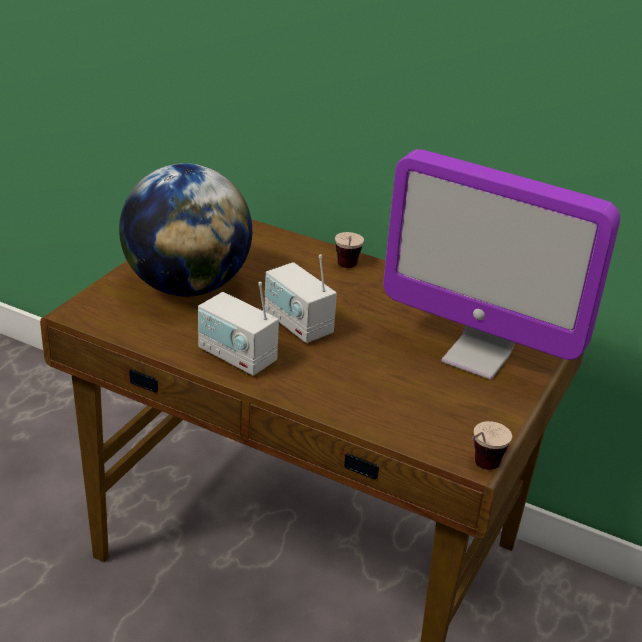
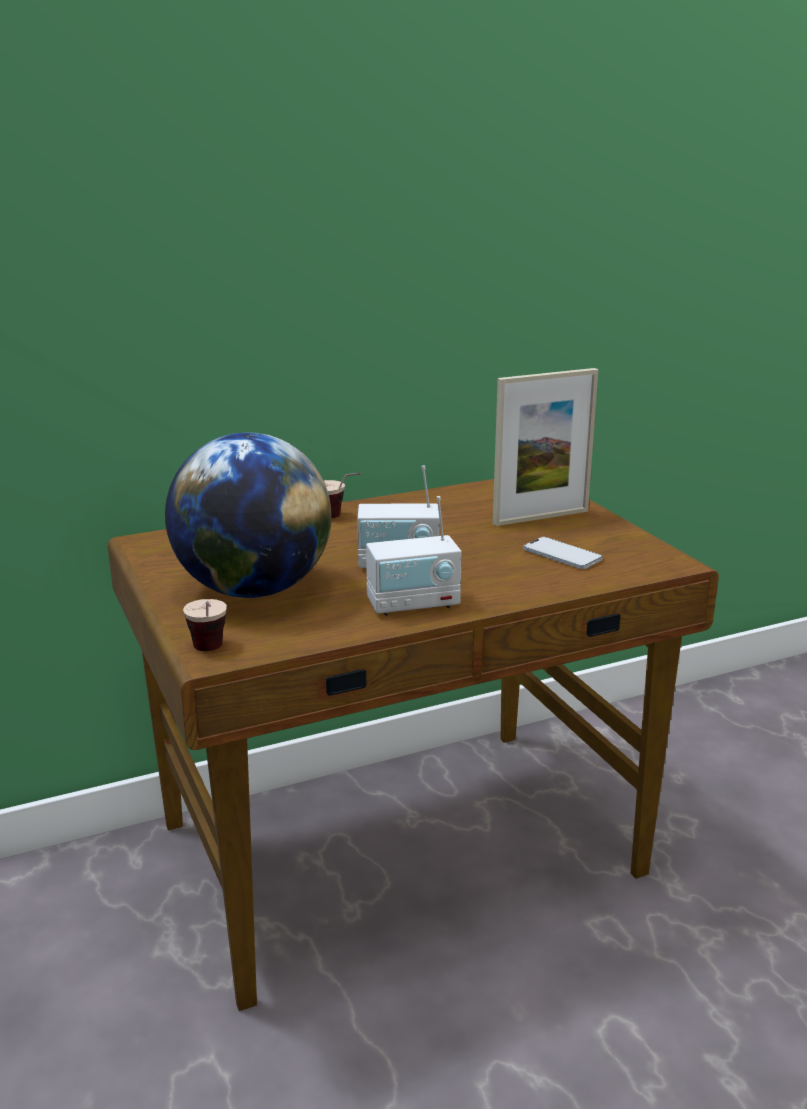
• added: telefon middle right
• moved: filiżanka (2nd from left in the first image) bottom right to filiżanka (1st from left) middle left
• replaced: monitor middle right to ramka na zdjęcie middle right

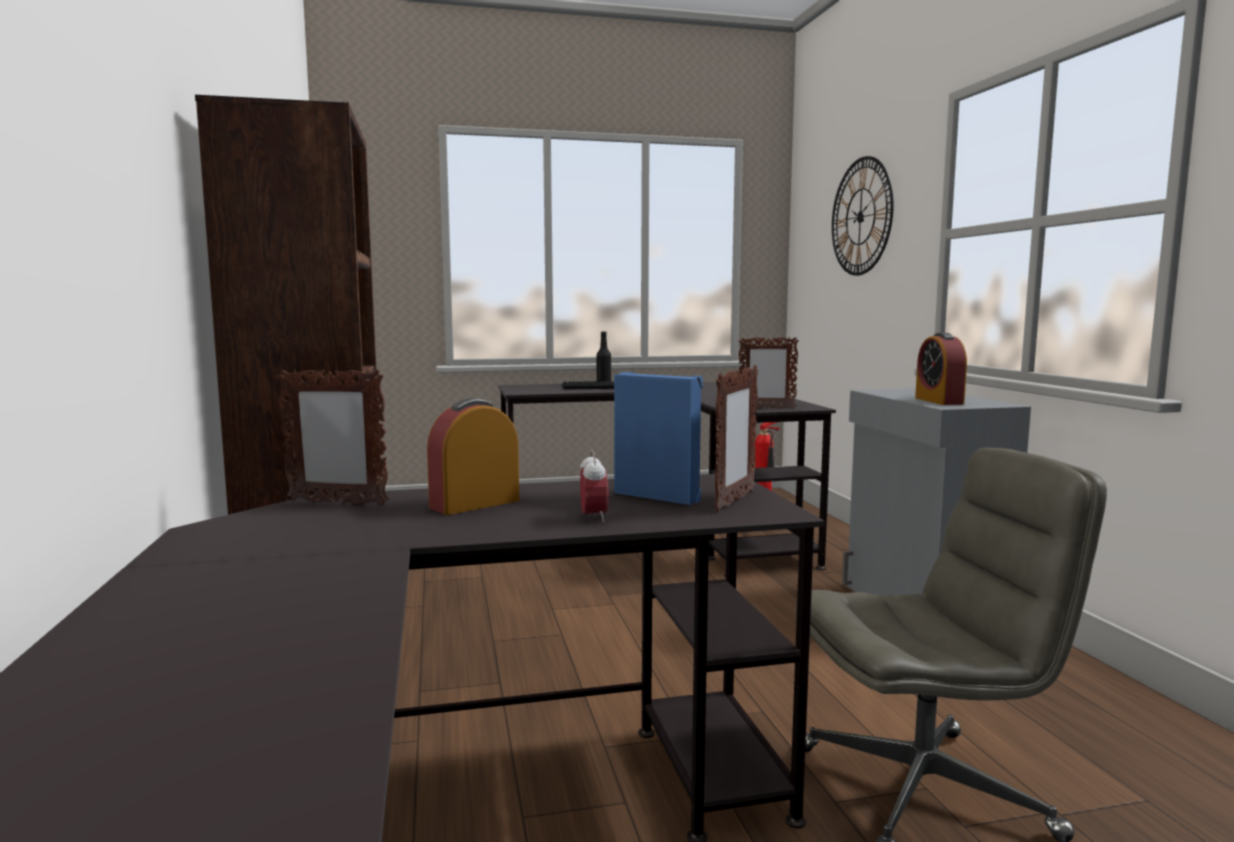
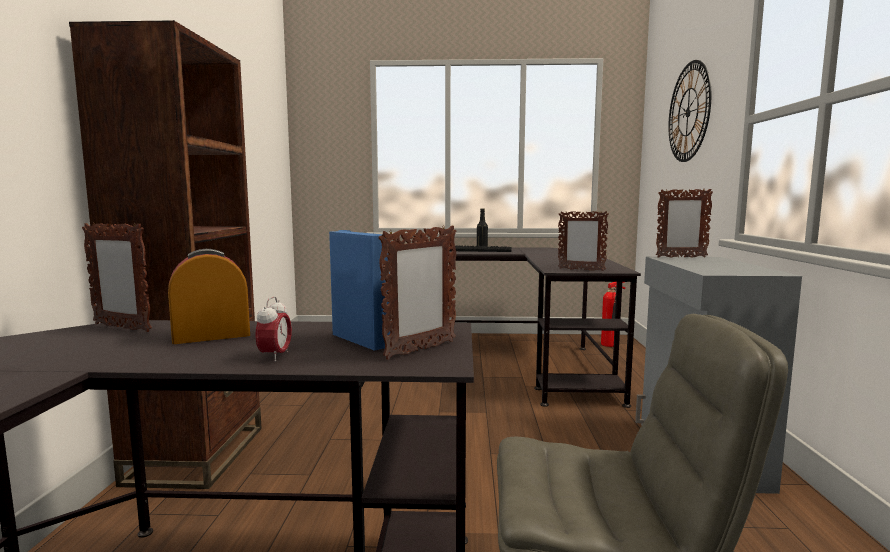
• removed: budzik (3rd from left) middle right
• added: ramka na zdjęcie (4th from left) middle right

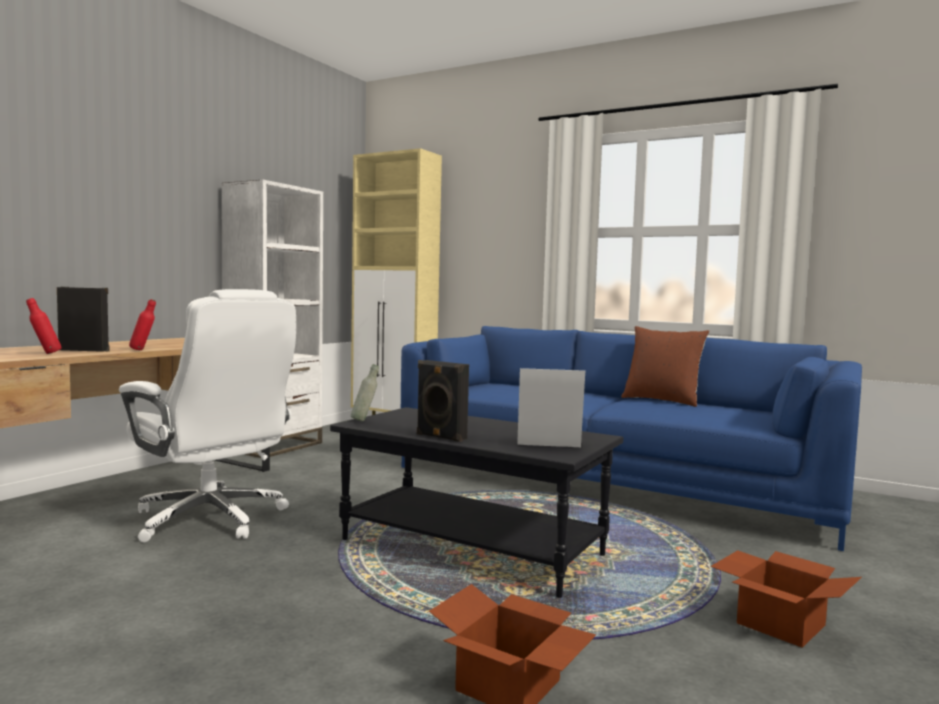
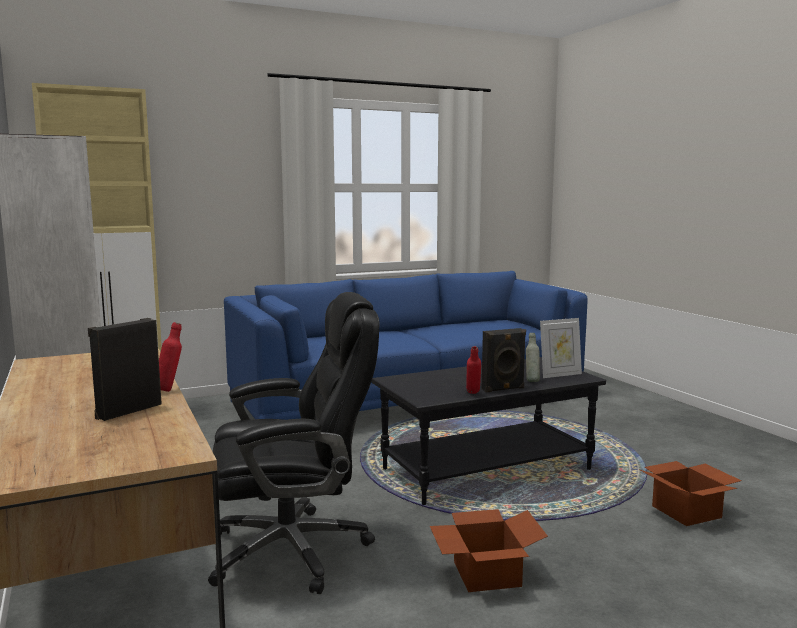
• removed: poduszka (brązowy) middle right
• moved: butelka (czerwony) (1st from left in the first image) middle left to butelka (czerwony) (2nd from left) centre
• moved: butelka (szary) centre to middle right
• moved: karton (2nd from left in the first image) bottom right to karton (1st from left) bottom centre
• recoloured: krzesło biurowe (biały) middle left to krzesło biurowe (czarny) bottom centre
• turned: ramka na zdjęcie centre = middle right 150 degrees counterclockwise

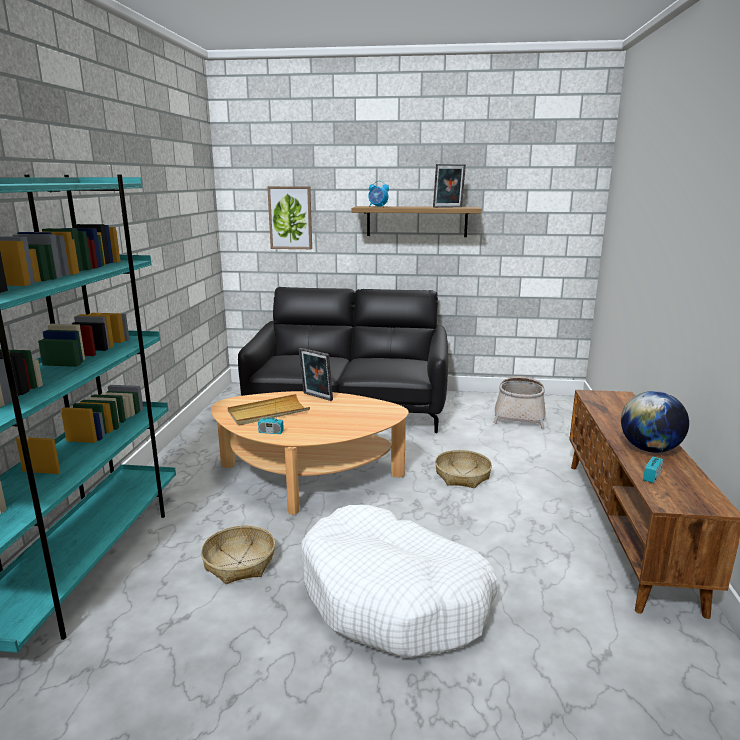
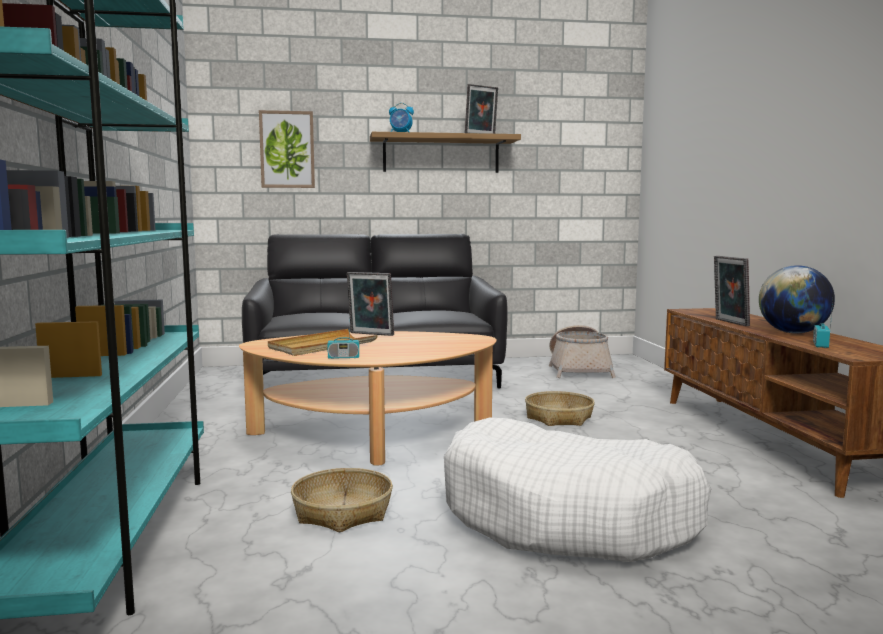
• added: ramka na zdjęcie (3rd from left) middle right

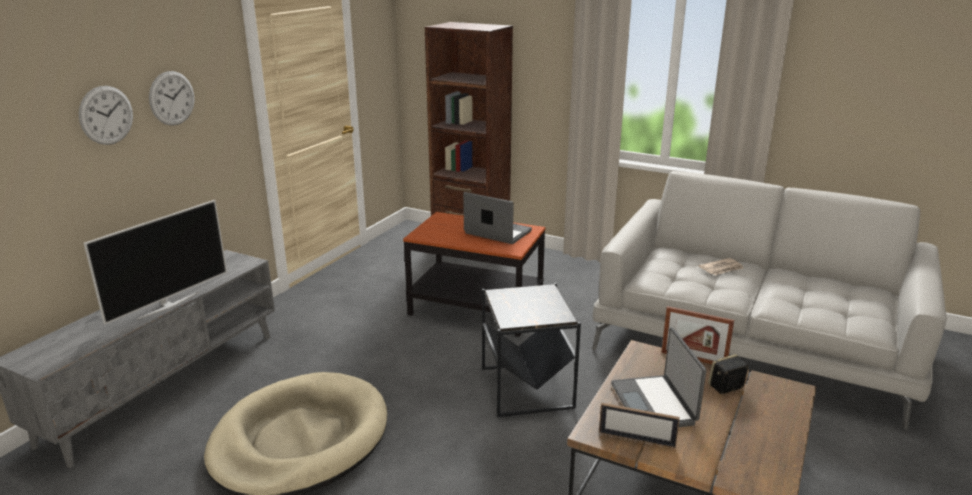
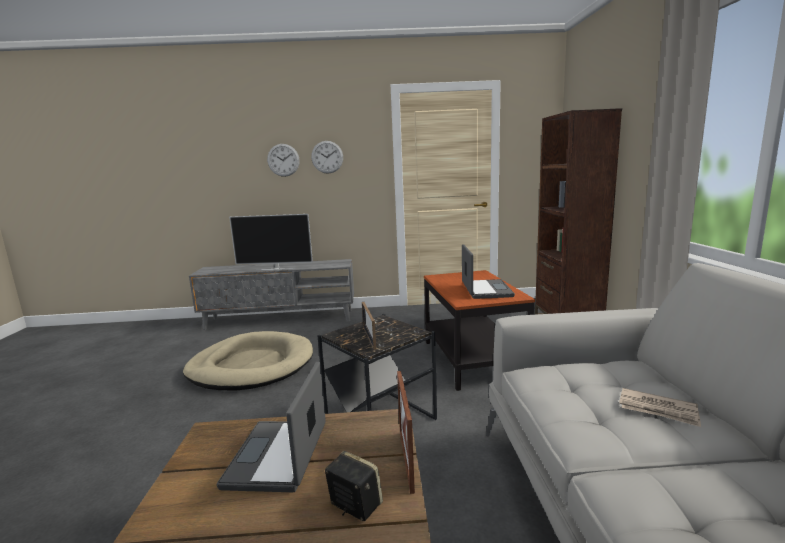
• moved: ramka na zdjęcie (1st from left) bottom centre to centre
• turned: laptop (2nd from left in the first image) bottom right = bottom centre 45 degrees counterclockwise

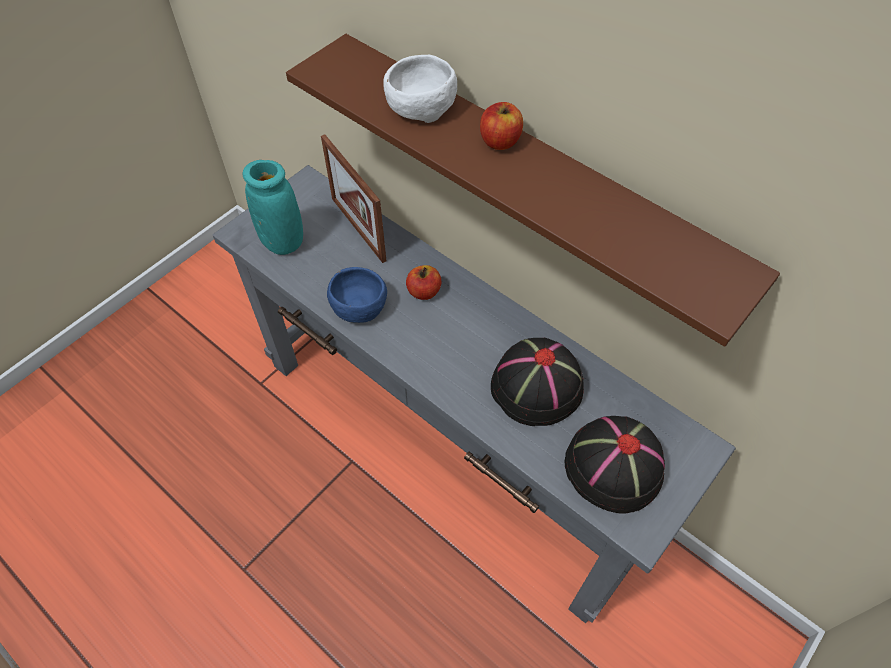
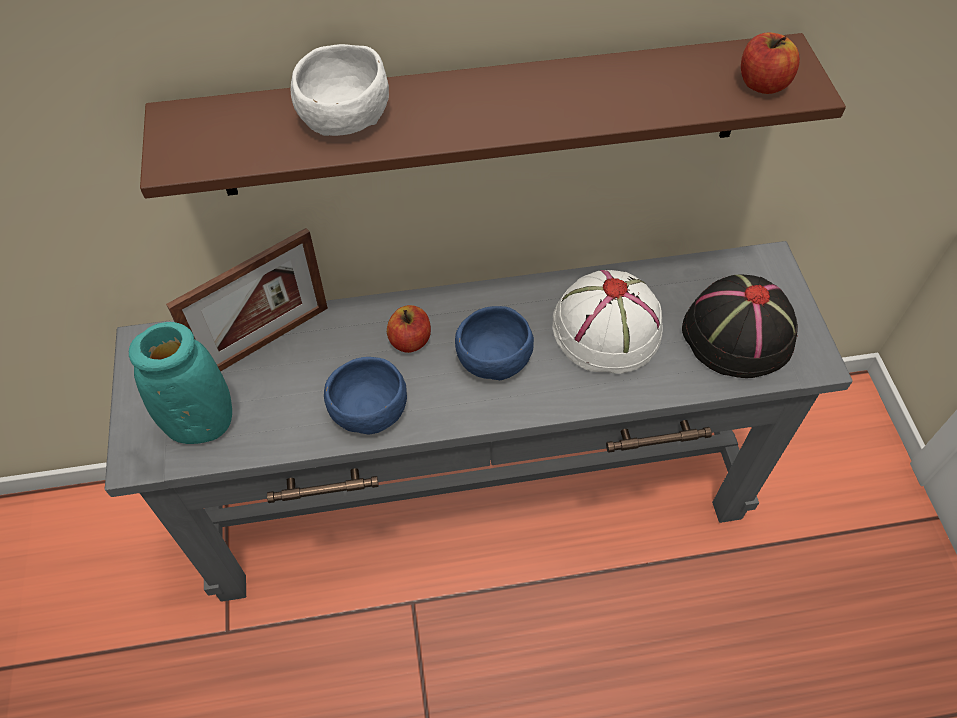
• added: miska (niebieski) (2nd from left) centre
• moved: jabłko (2nd from left) top centre to top right
• recoloured: kapelusz (czarny) (1st from left) centre to kapelusz (biały) centre
• turned: ramka na zdjęcie top centre = middle left 45 degrees counterclockwise

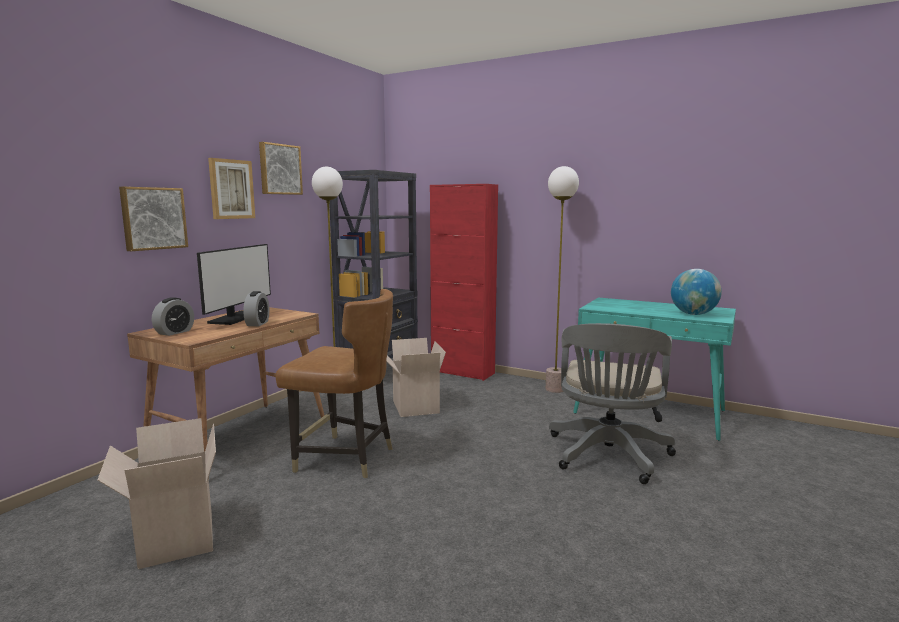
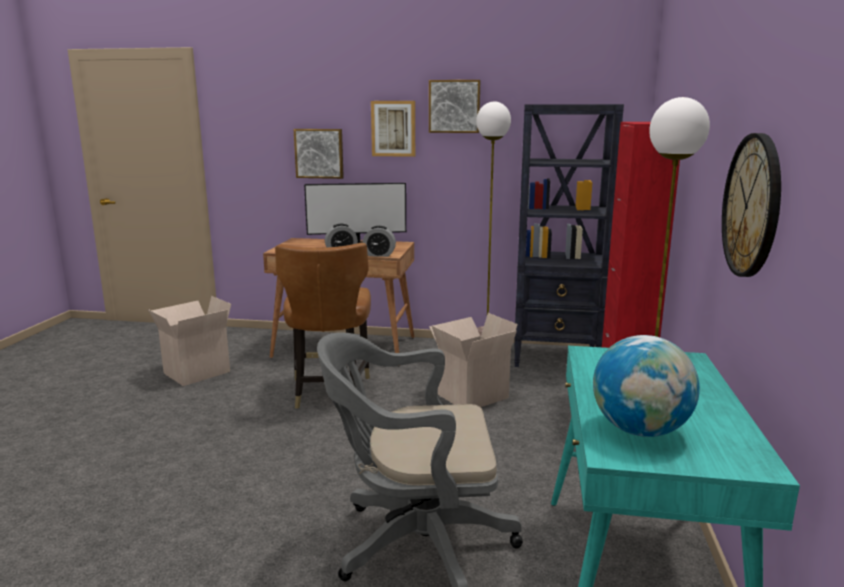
• added: zegar ścienny middle right
• moved: budzik (1st from left in the first image) middle left to budzik (2nd from left) centre

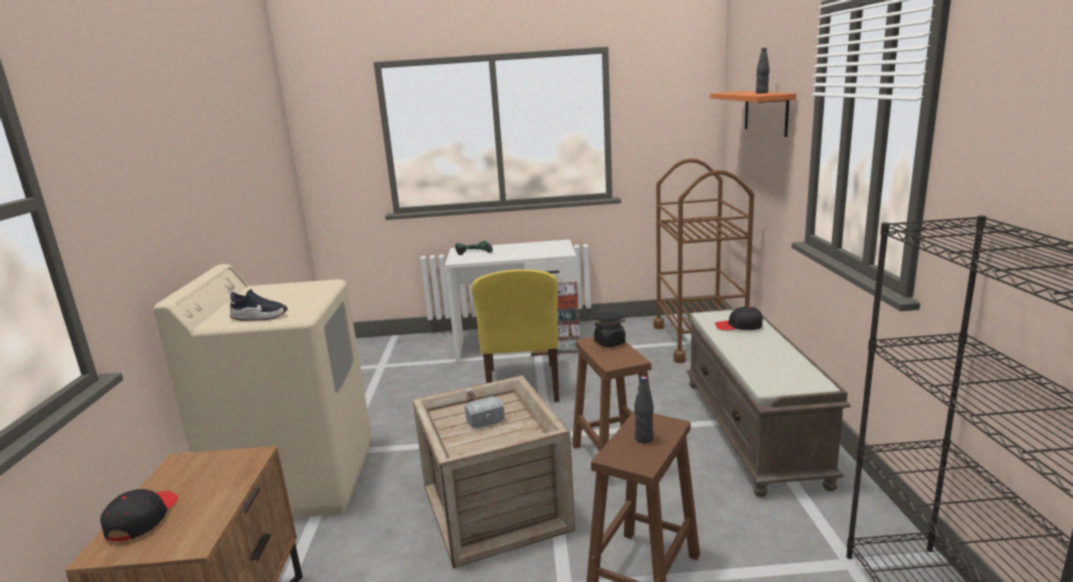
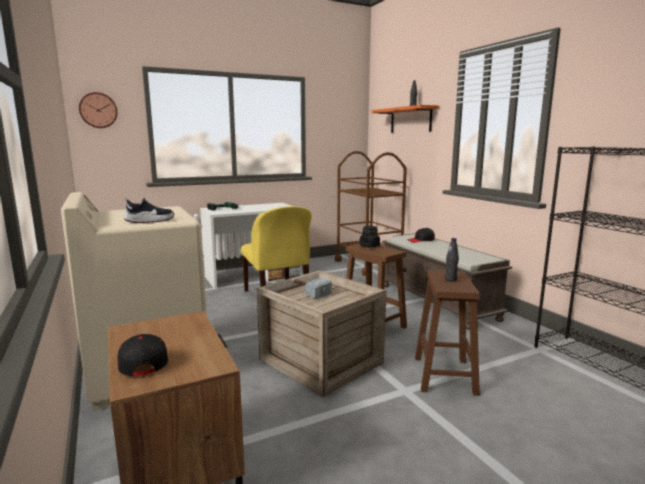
• added: zegar ścienny top left

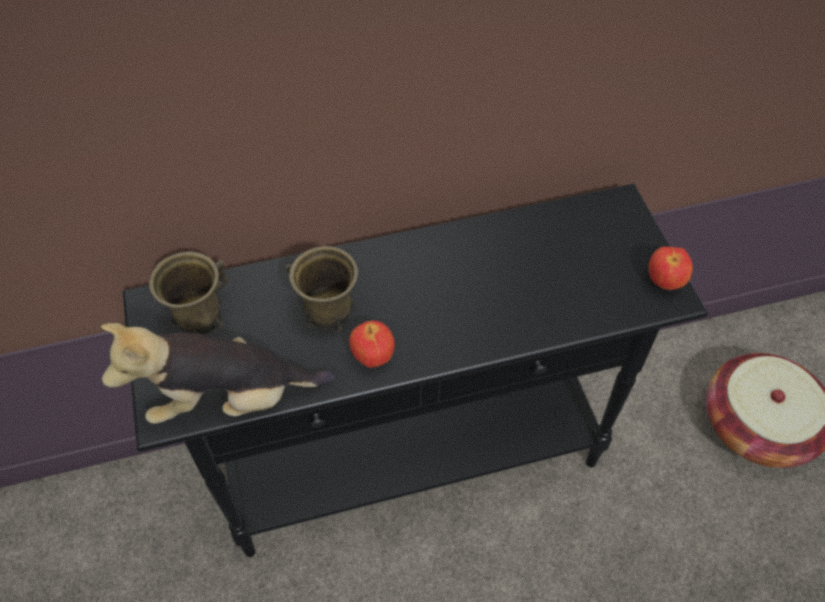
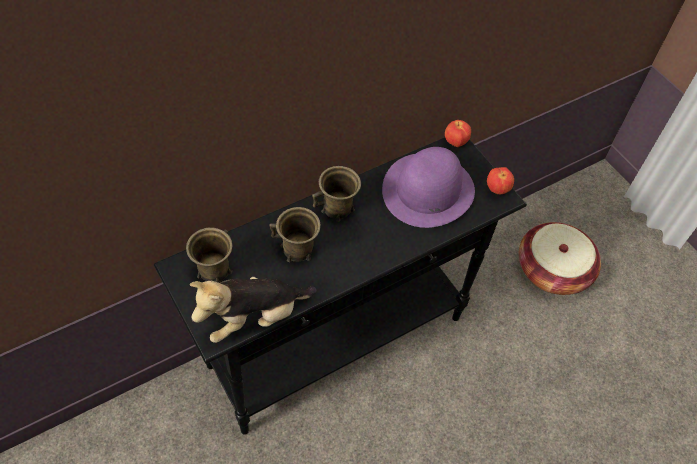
• added: kubek (brązowy) (3rd from left) centre
• added: kapelusz (fioletowy) centre
• moved: jabłko (1st from left) centre to top centre

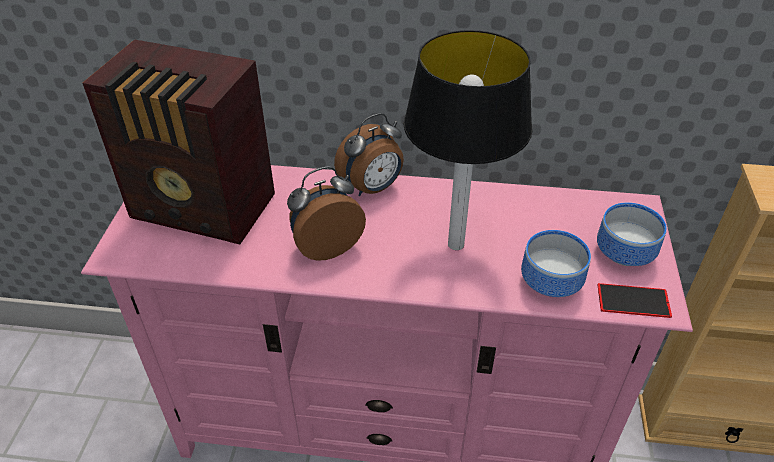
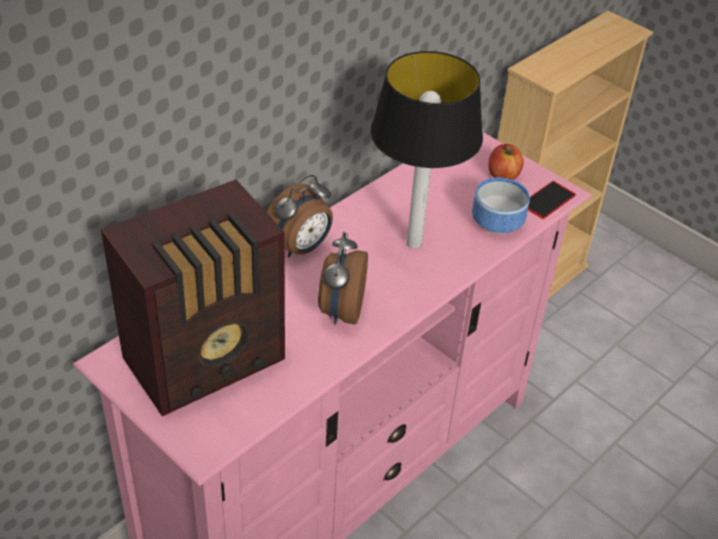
• replaced: miska (2nd from left) middle right to jabłko top right
• turned: budzik (2nd from left in the first image) centre = centre 45 degrees clockwise

